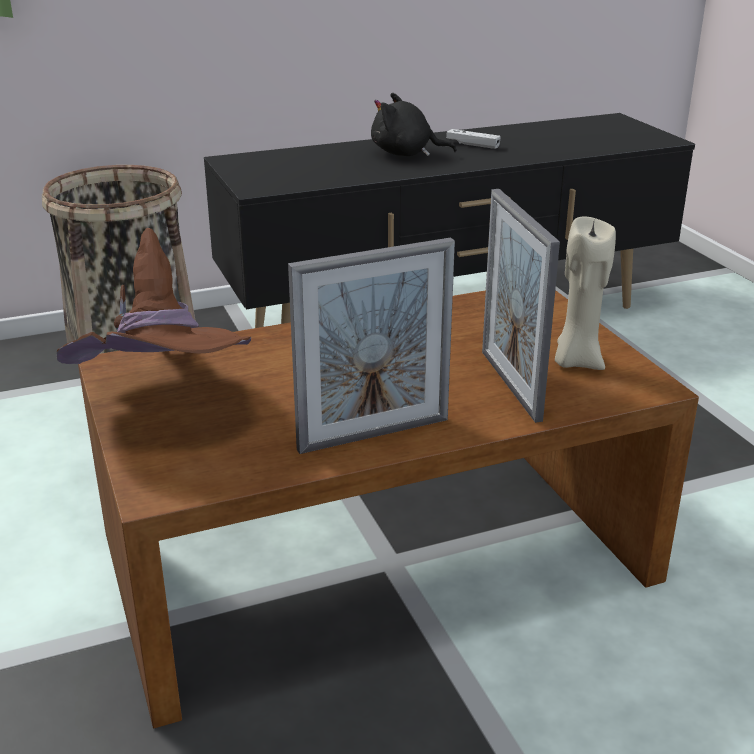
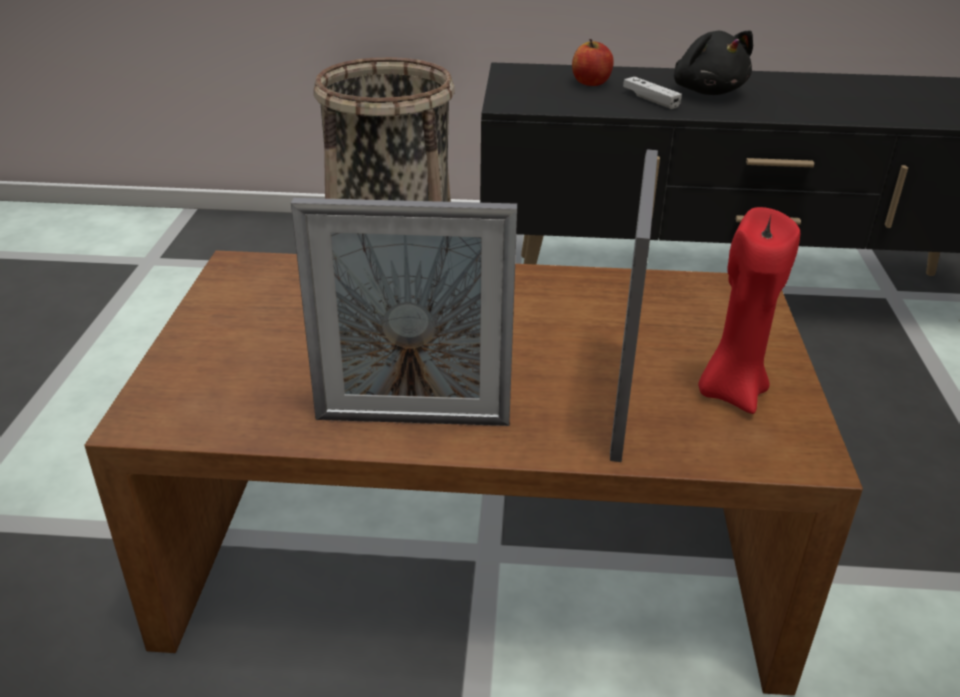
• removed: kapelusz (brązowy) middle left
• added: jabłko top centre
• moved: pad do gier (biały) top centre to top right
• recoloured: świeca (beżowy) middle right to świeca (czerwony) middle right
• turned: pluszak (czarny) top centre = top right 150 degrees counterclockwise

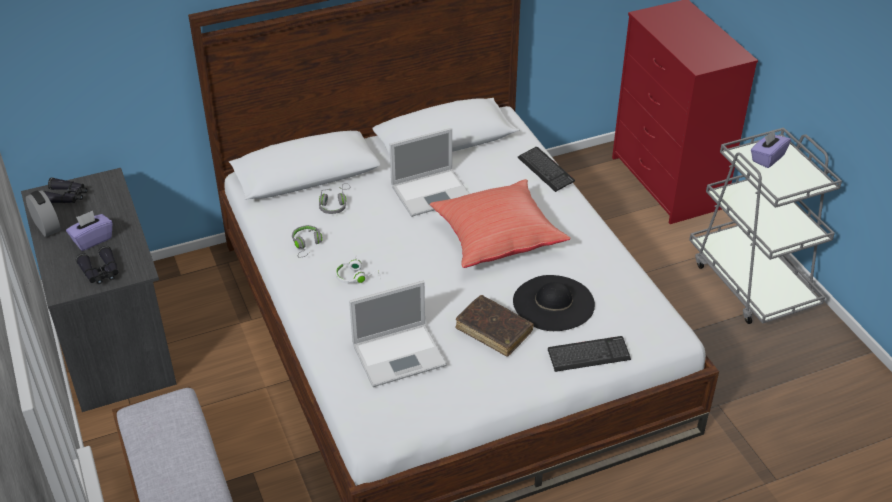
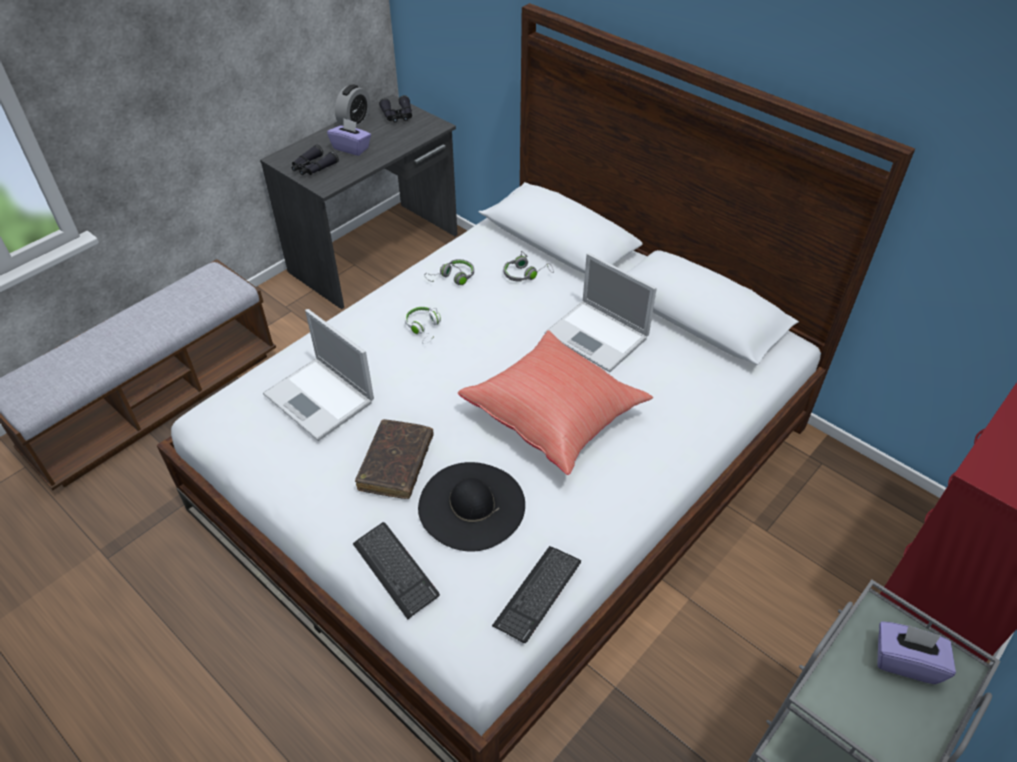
• moved: klawiatura (1st from left in the first image) centre to klawiatura (2nd from left) bottom centre

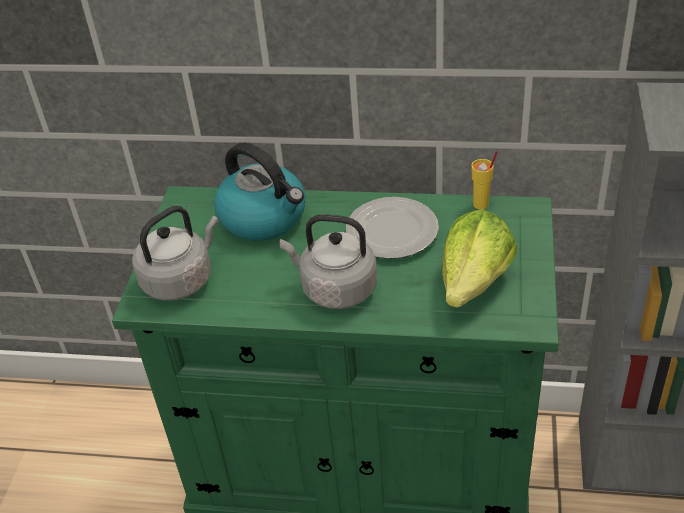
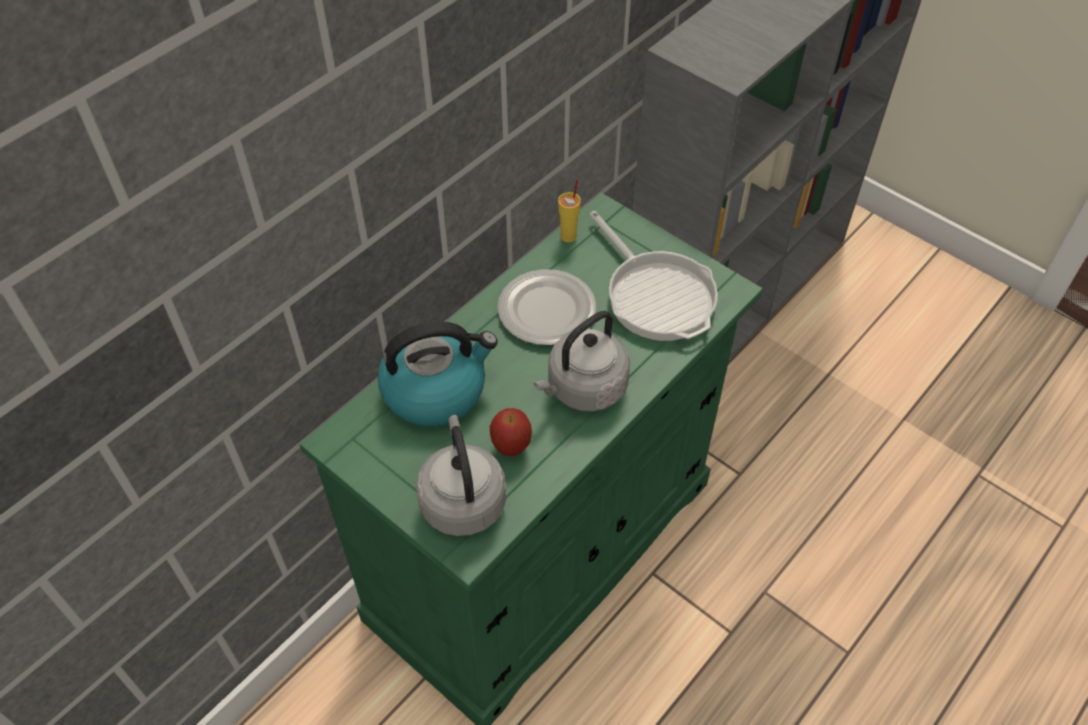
• added: jabłko centre
• replaced: sałata middle right to patelnia centre

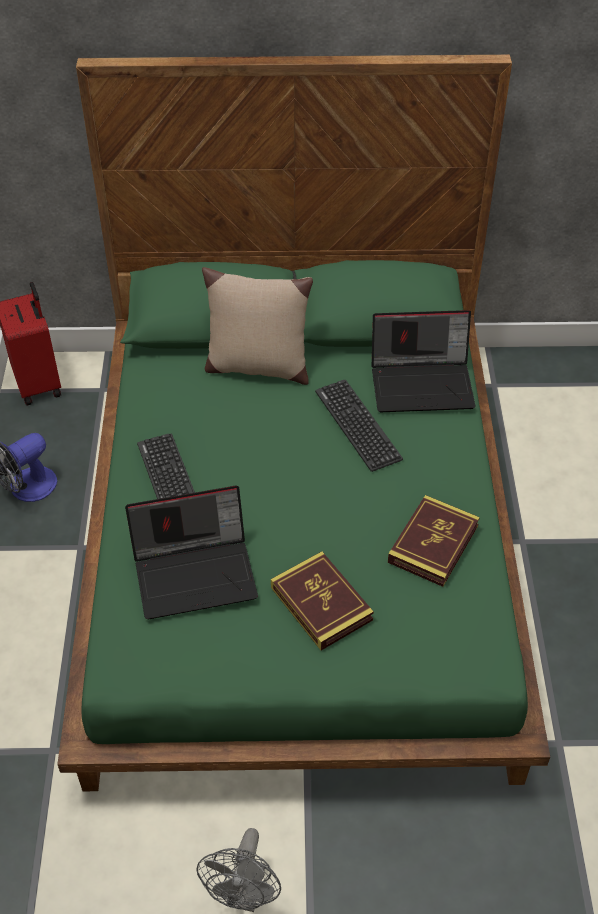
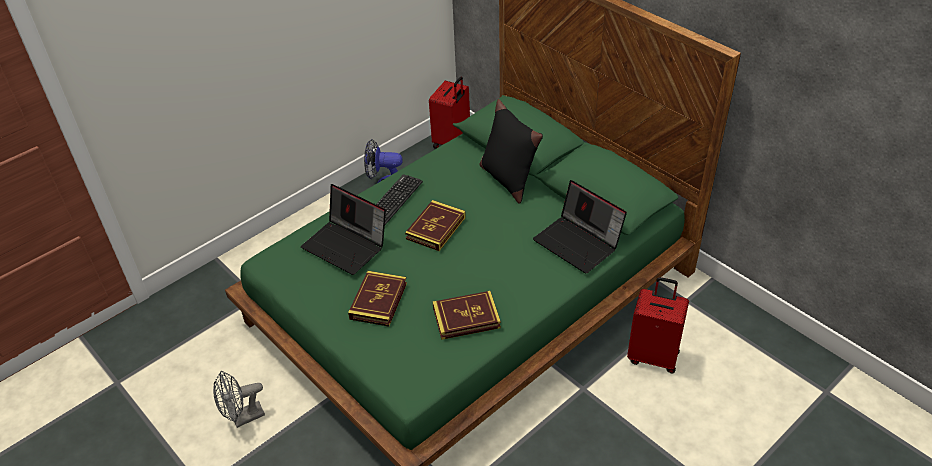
• removed: klawiatura (2nd from left) centre
• added: książka (2nd from left) centre
• added: walizka (czerwony) (2nd from left) bottom right
• recoloured: poduszka (beżowy) centre to poduszka (czarny) top centre

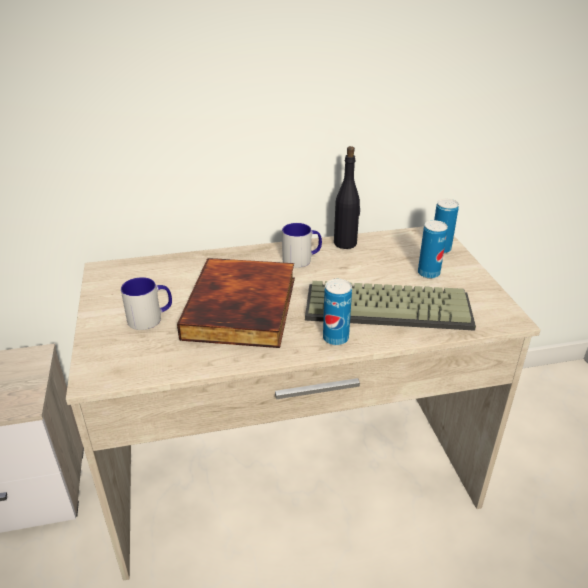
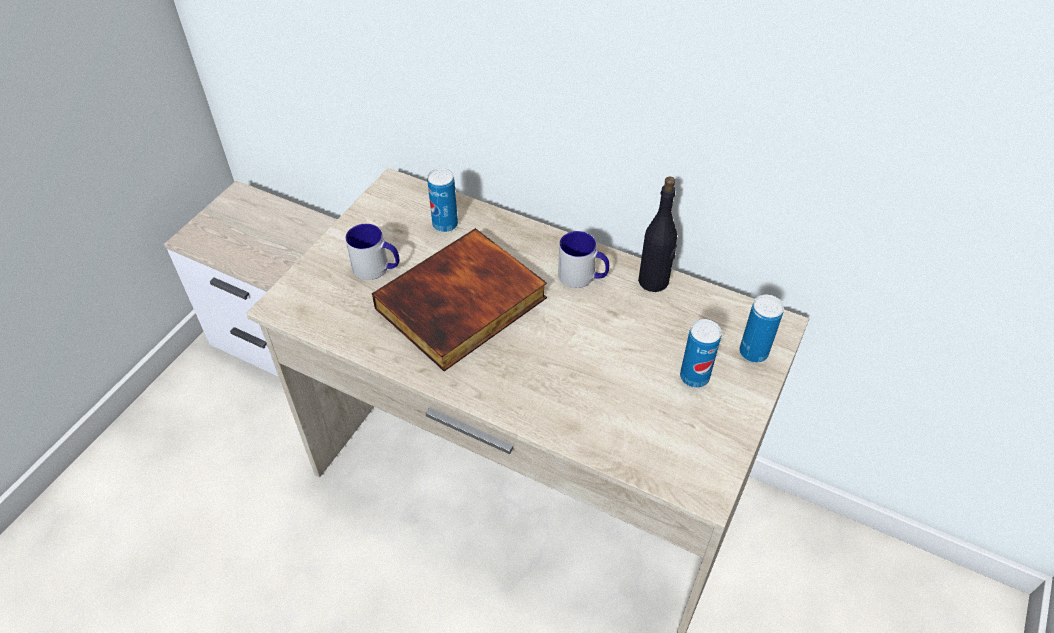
• removed: klawiatura centre
• moved: puszka (1st from left) centre to top centre

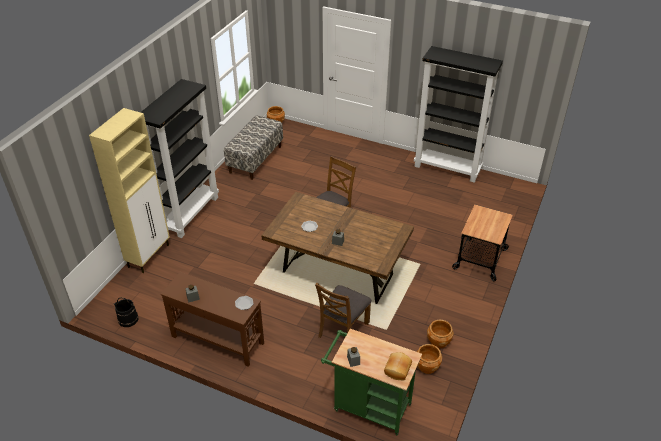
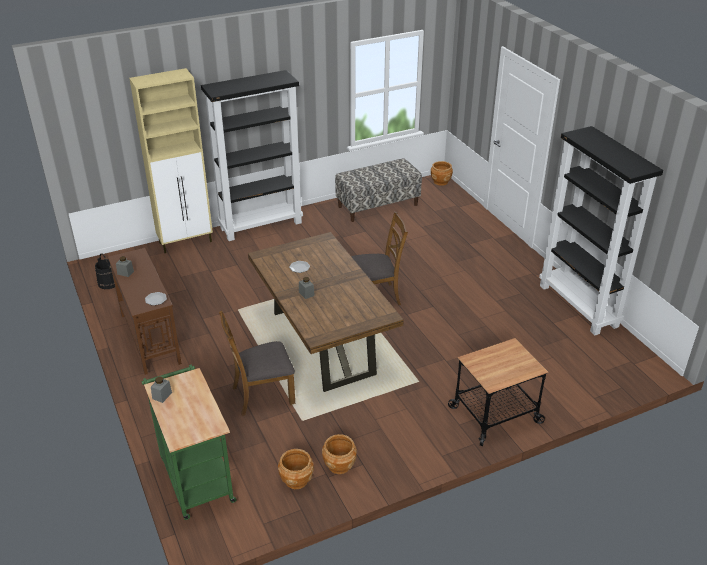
• removed: chleb bottom centre

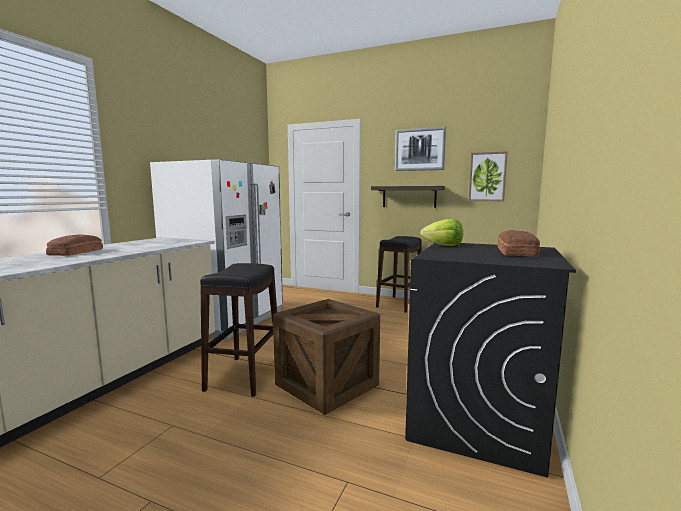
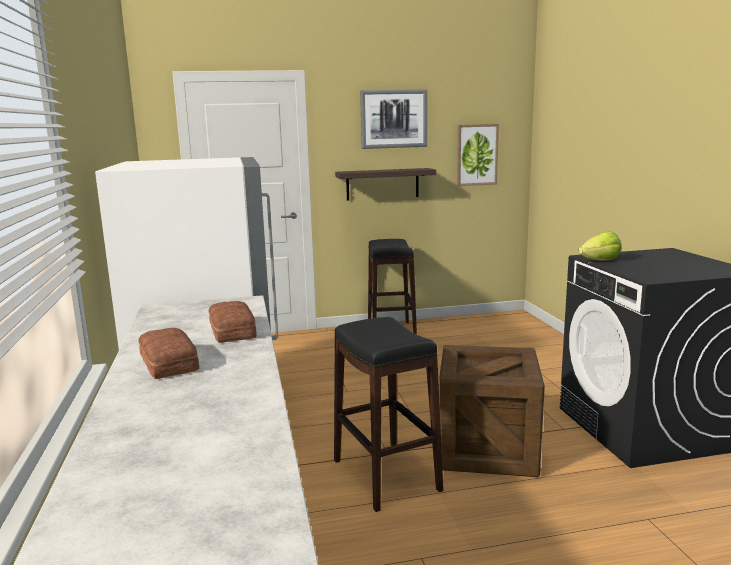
• moved: chleb (2nd from left) middle right to middle left

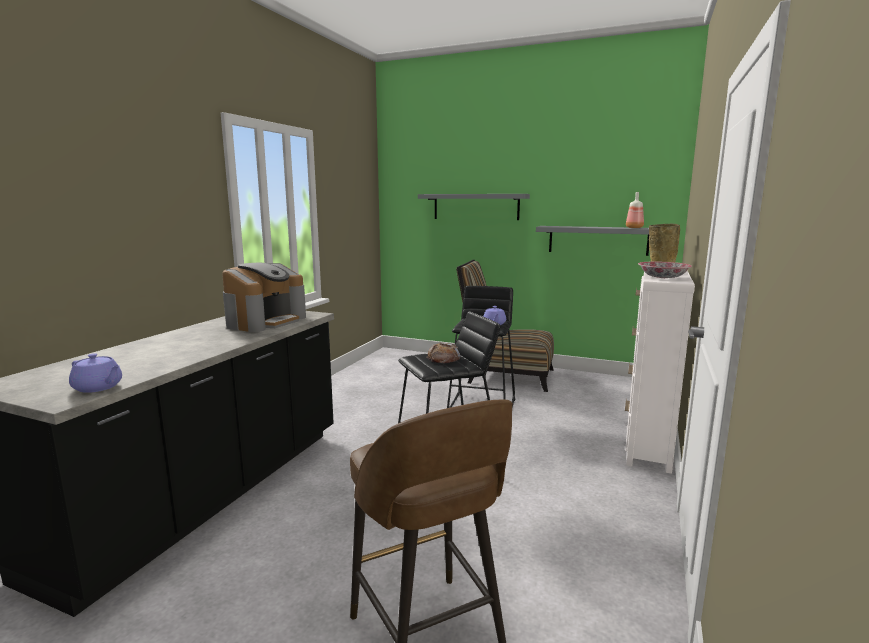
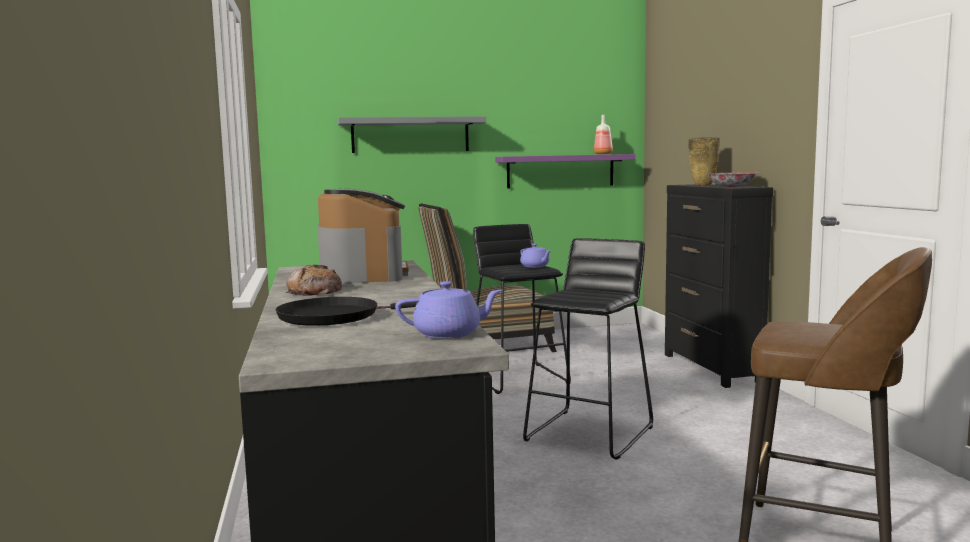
• added: patelnia (czarny) centre
• moved: chleb centre to middle left
• recoloured: półka (szary) (2nd from left) middle right to półka (fioletowy) top centre
• recoloured: komoda (biały) middle right to komoda (czarny) middle right

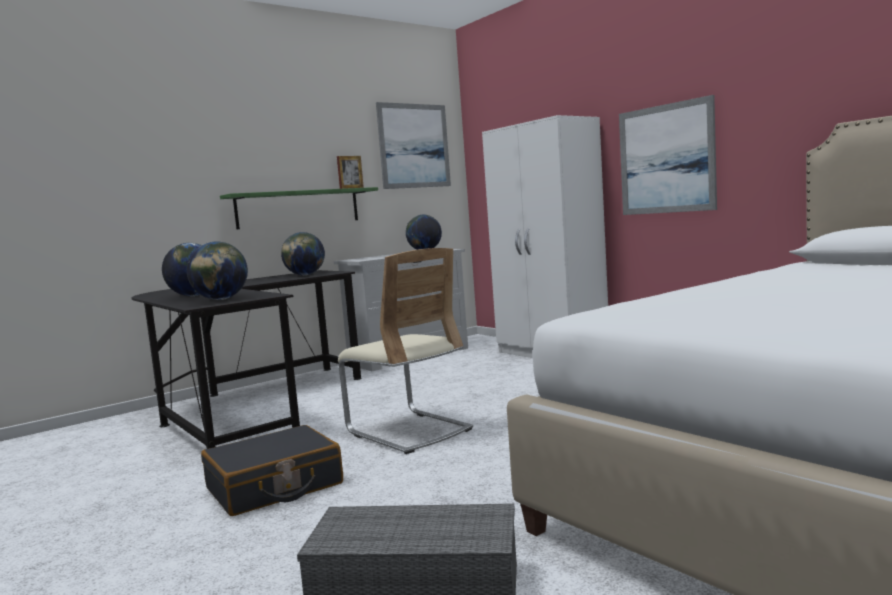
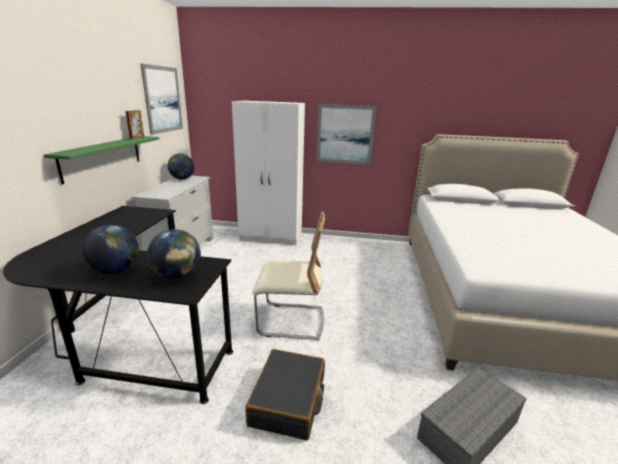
• removed: globus (3rd from left) centre

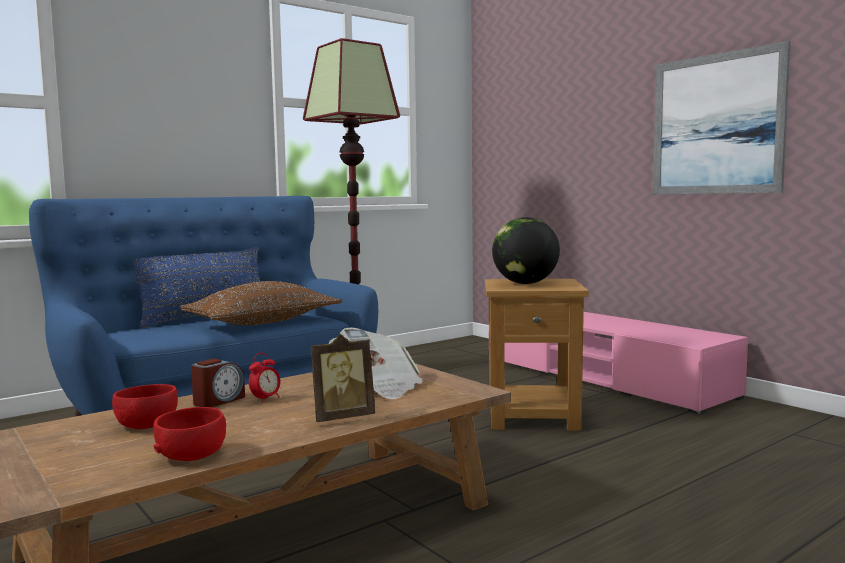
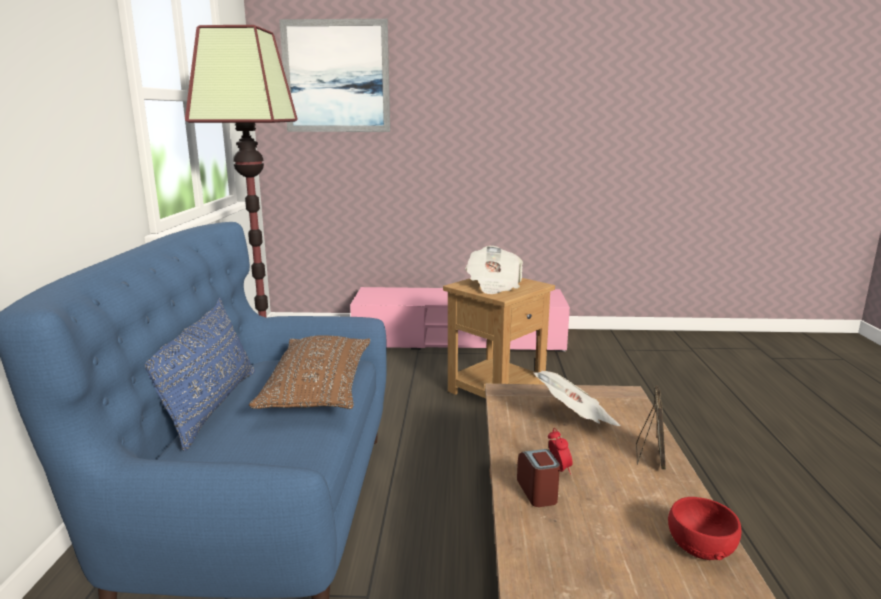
• removed: miska (czerwony) (1st from left) bottom left
• moved: obraz top right to top centre
• replaced: globus centre to gazeta (1st from left) centre

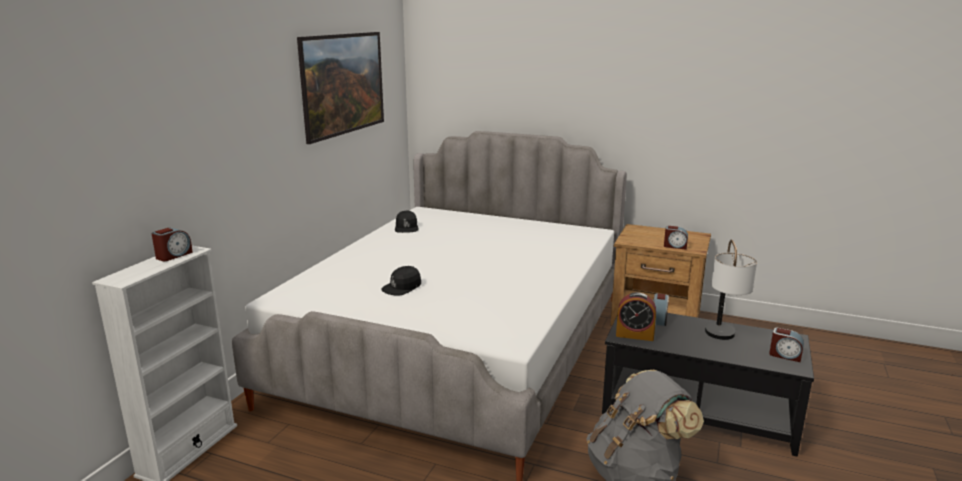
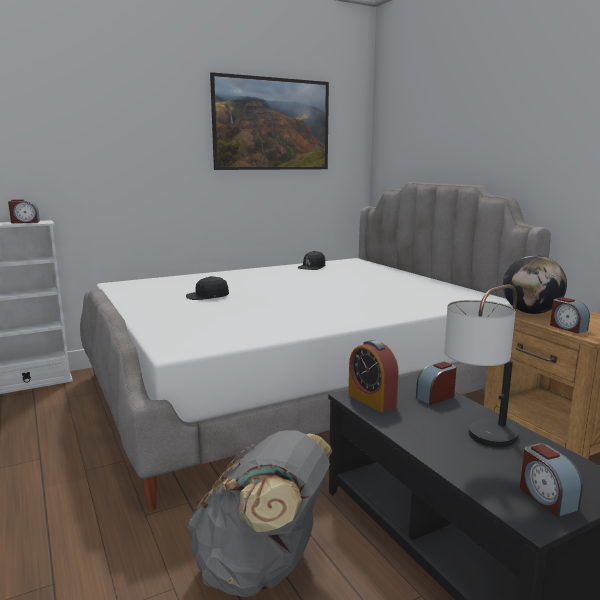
• added: globus middle right

